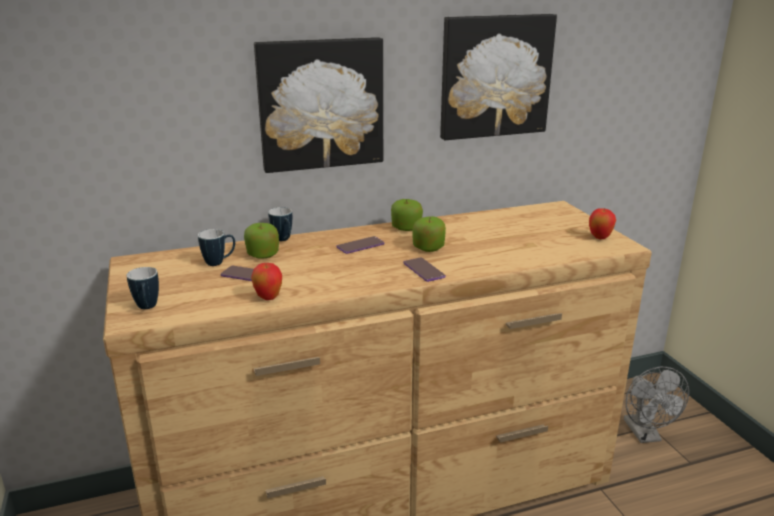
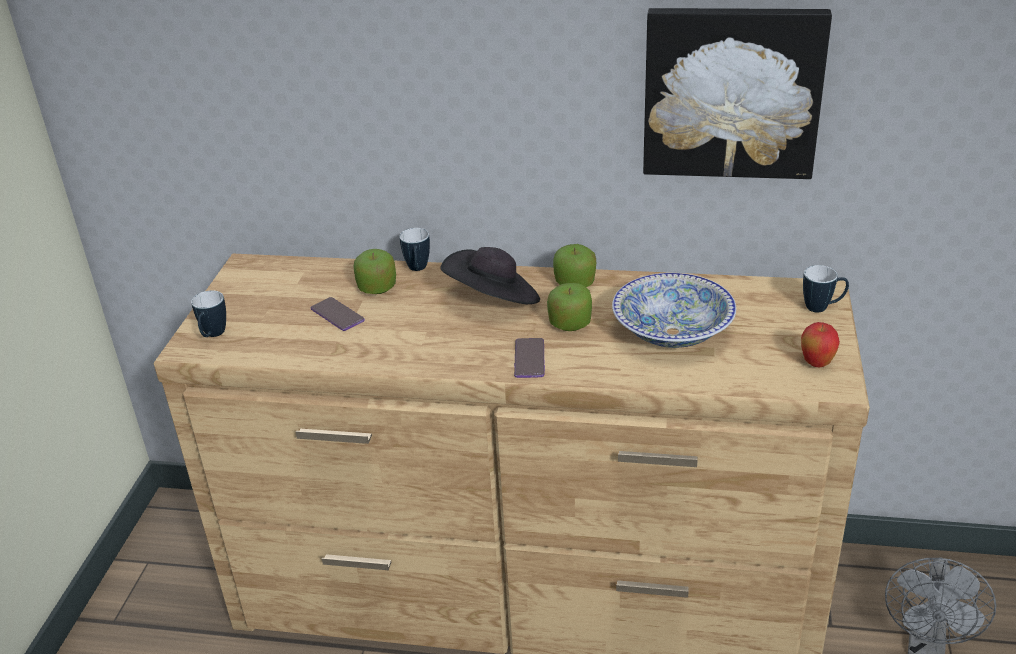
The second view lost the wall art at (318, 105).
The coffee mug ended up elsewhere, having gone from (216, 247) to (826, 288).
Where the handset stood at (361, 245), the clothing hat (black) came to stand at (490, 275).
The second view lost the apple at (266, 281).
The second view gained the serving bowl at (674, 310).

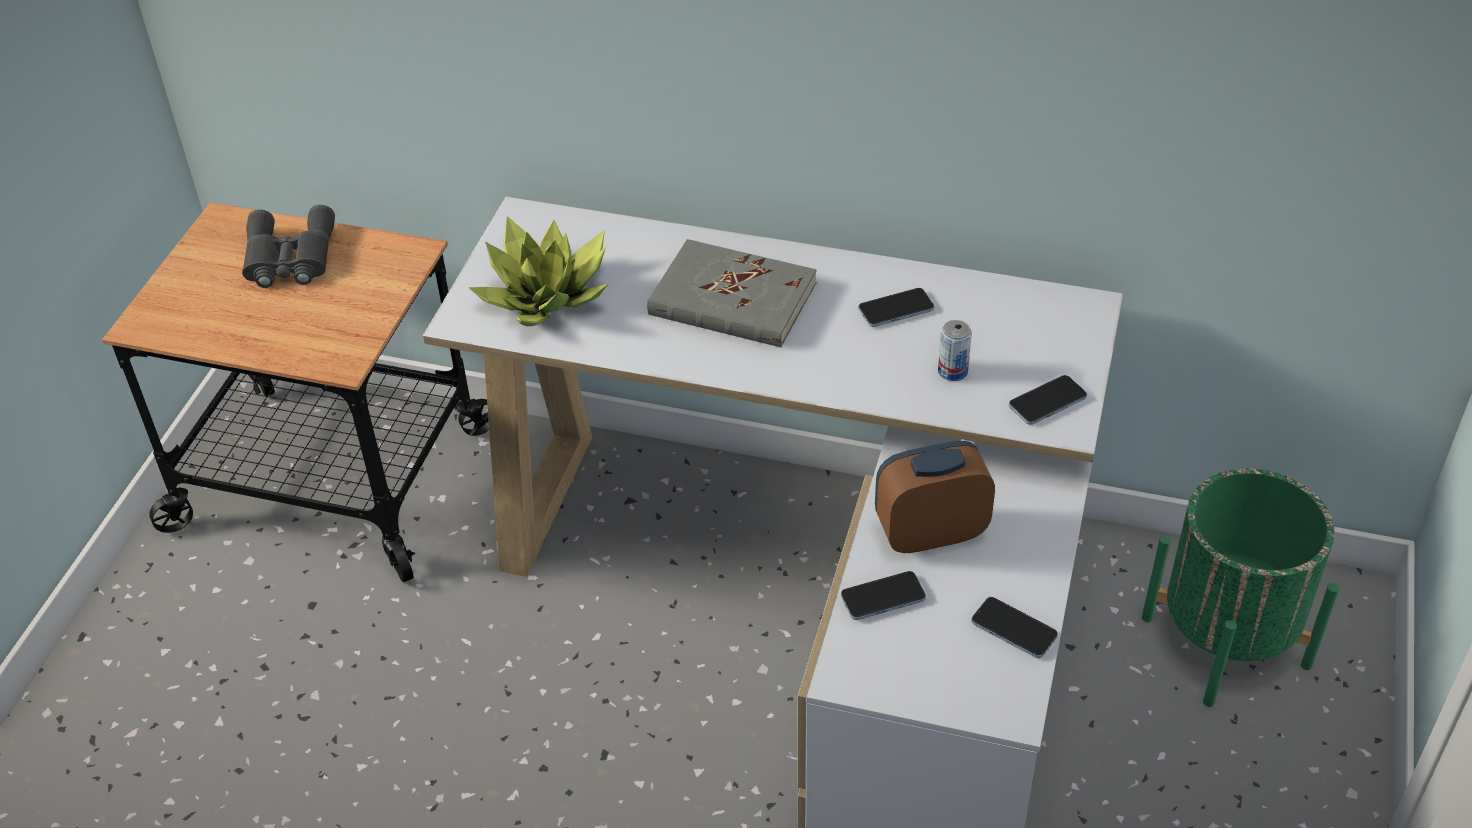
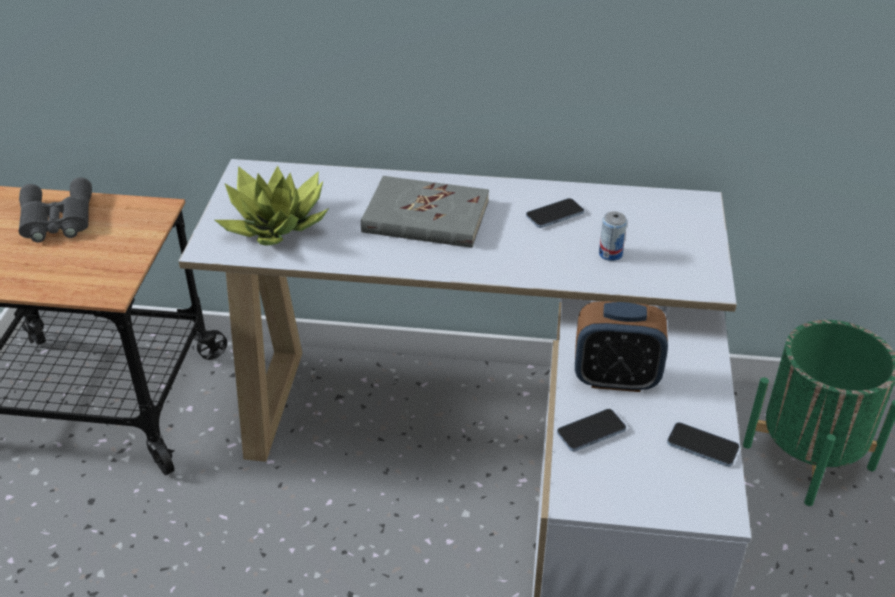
The second view lost the handset at (1048, 400).
The alarm clock at (935, 497) ended up facing another way, 150 degrees counterclockwise from before.

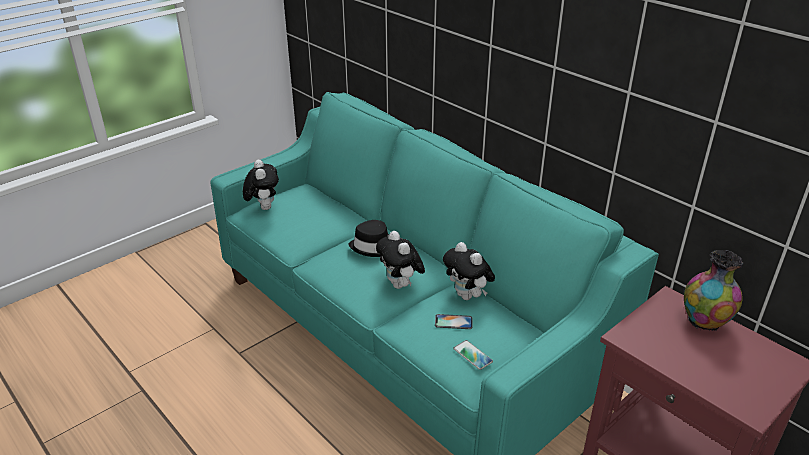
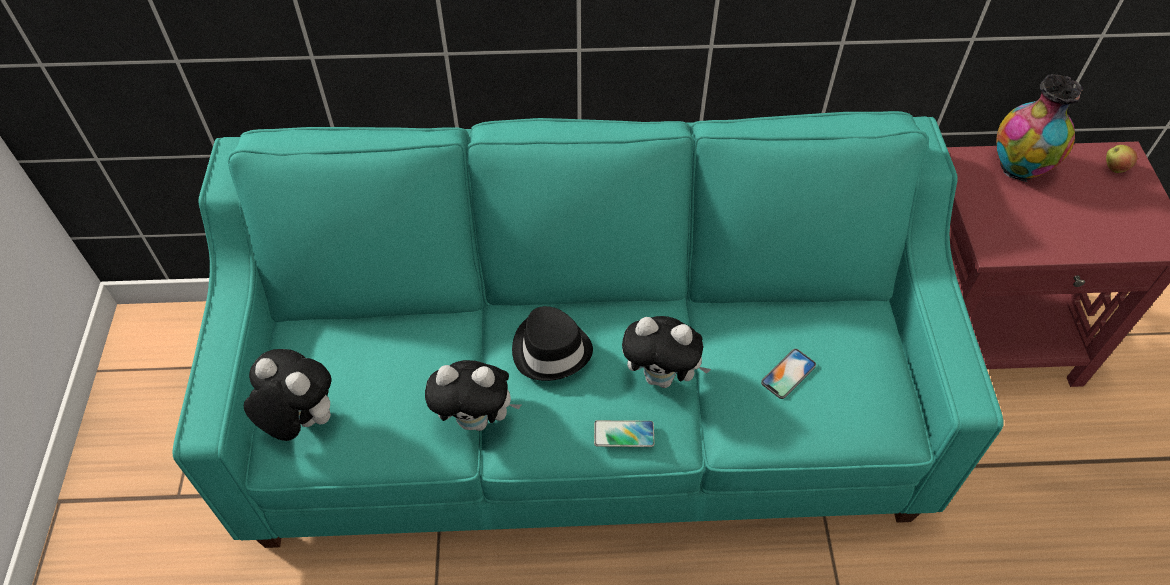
The cuddly toy ended up elsewhere, having gone from (469, 271) to (473, 395).
The handset ended up elsewhere, having gone from (473, 355) to (624, 433).
The second view gained the apple at (1121, 159).

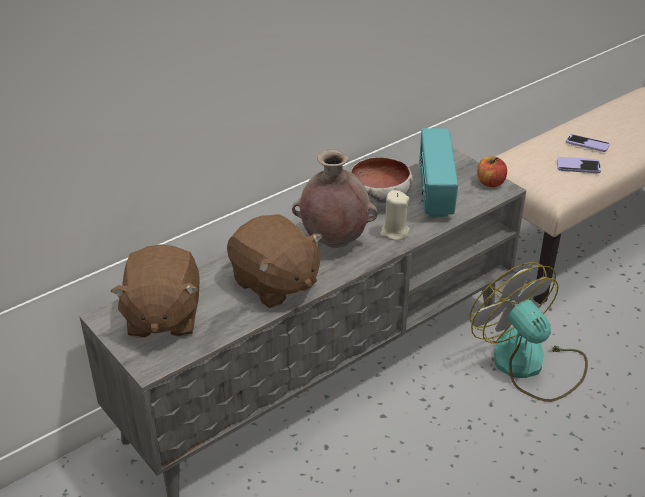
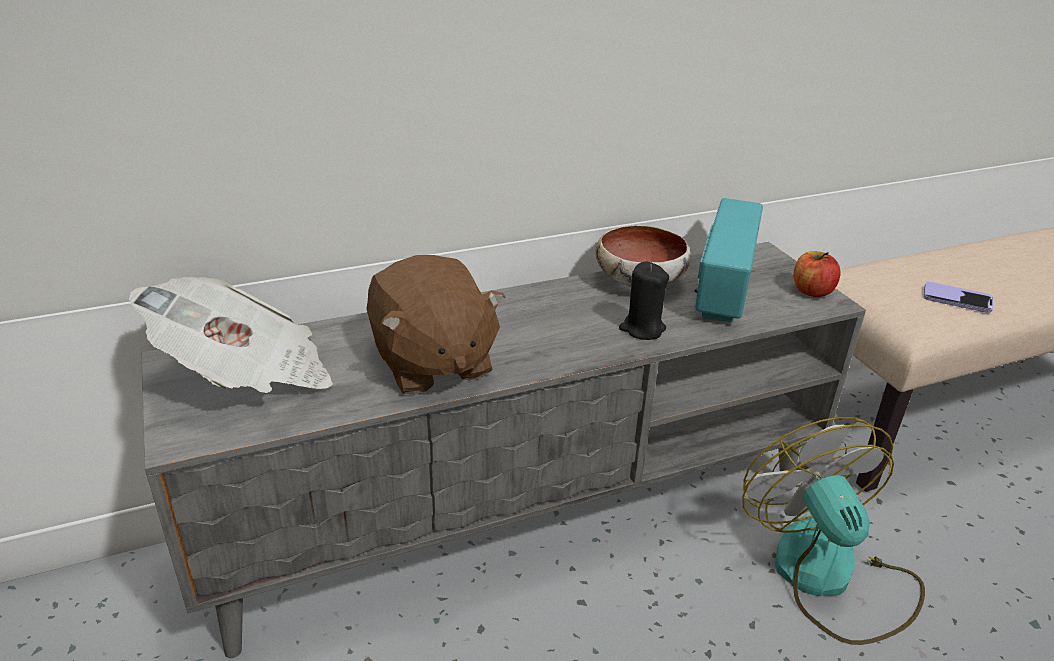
The second view lost the handset at (588, 143).
The second view lost the decorative vase (brown) at (335, 198).
What was the wax light (beige-coloured) at (395, 215) turned into the wax light (black) at (644, 301).
Where the cuddly toy (brown) stood at (155, 291), the daily paper came to stand at (231, 335).

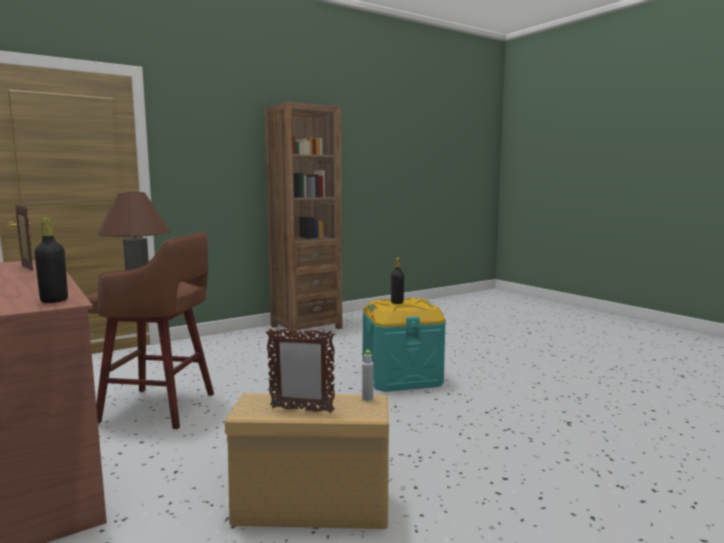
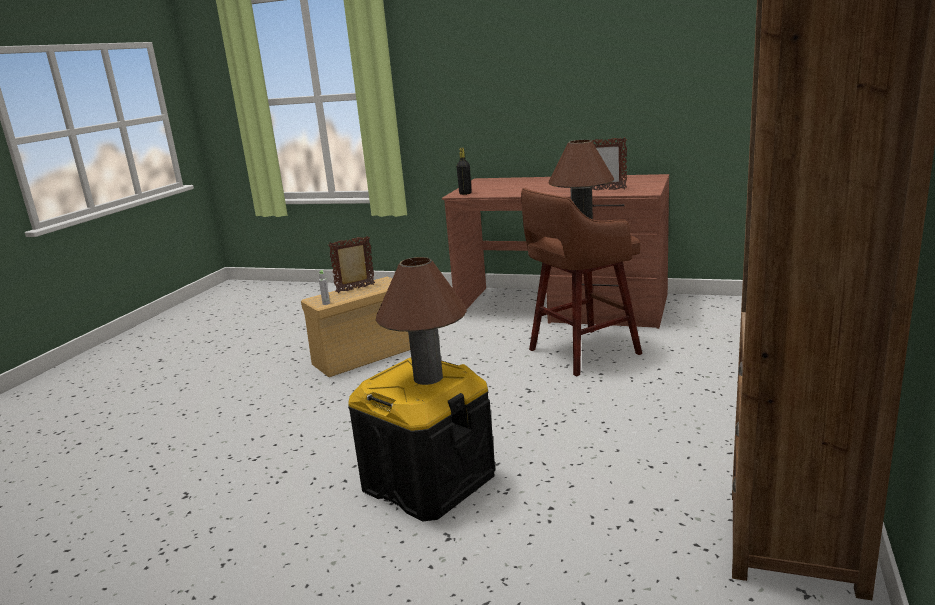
Where the bottle (black) stood at (397, 280), the lamp for a table (brown) came to stand at (421, 321).
What was the storage box (turquoise-coloured) at (404, 345) turned into the storage box (black) at (421, 439).

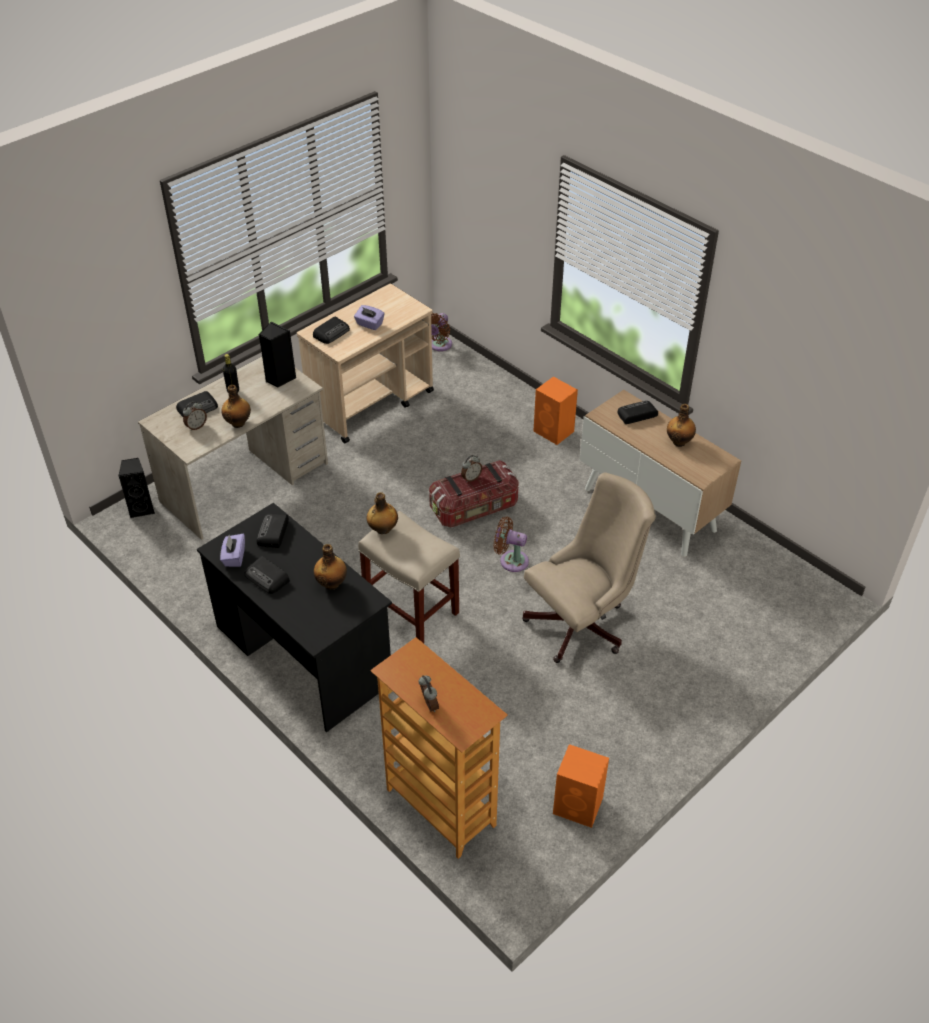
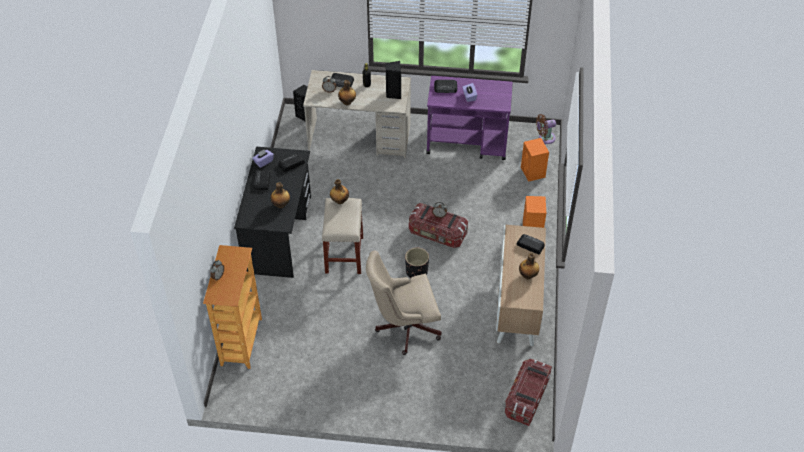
What was the wheeled cart (beige-coloured) at (365, 363) turned into the wheeled cart (purple-coloured) at (469, 118).
The computer chair (beige-coloured) at (589, 568) ended up facing another way, 150 degrees clockwise from before.
Where the fan (brown) stood at (511, 544), the plant pot (black) came to stand at (417, 263).
The loudspeaker (orange-coloured) ended up elsewhere, having gone from (581, 786) to (535, 160).
The second view gained the storage box at (528, 392).

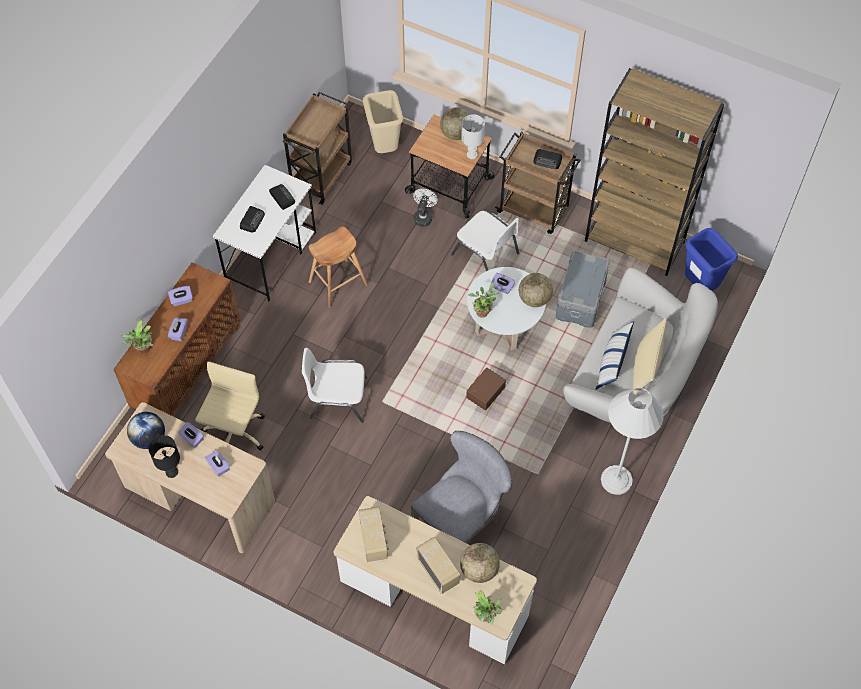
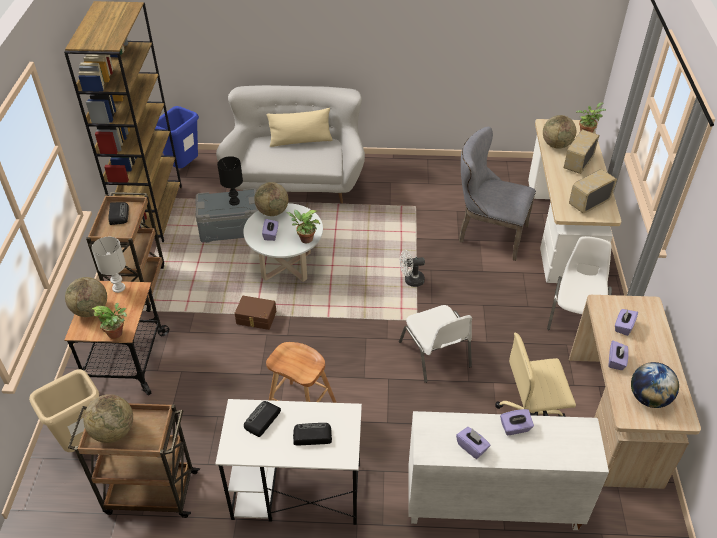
The fan (whitish) ended up elsewhere, having gone from (425, 208) to (412, 268).
The chair (whitish) ended up elsewhere, having gone from (485, 241) to (579, 283).
What was the cabinet (brown) at (176, 339) turned into the cabinet (whitish) at (508, 470).
The houseplant ended up elsewhere, having gone from (137, 336) to (109, 321).
The second view lost the cushion at (615, 355).
The storage box (brown) ended up elsewhere, having gone from (486, 389) to (255, 313).
The second view lost the standing lamp (whitish) at (632, 441).
The lamp for a table (black) ended up elsewhere, having gone from (164, 456) to (230, 181).
The second view gained the world globe at (108, 418).

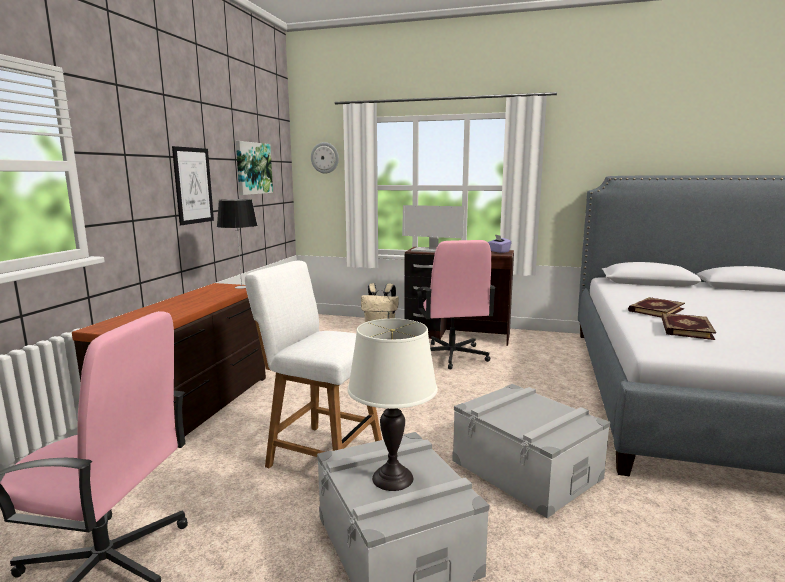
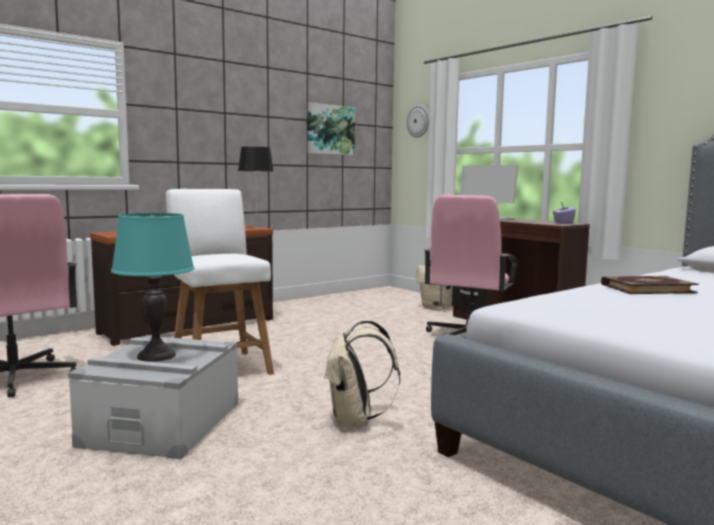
The second view lost the wall art at (193, 185).
The second view lost the book at (688, 326).
What was the lamp for a table (whitish) at (392, 405) turned into the lamp for a table (turquoise-coloured) at (153, 287).
Where the storage box (gray) stood at (531, 451), the rucksack (beige-coloured) came to stand at (362, 373).

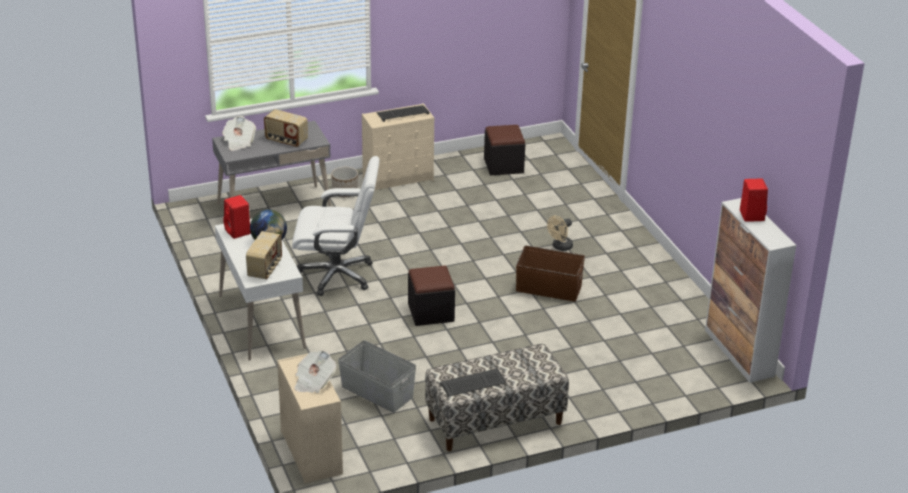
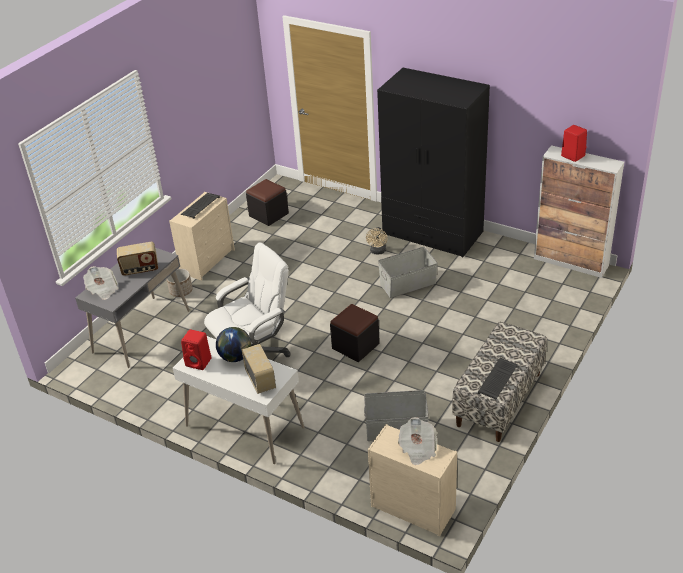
What was the storage box (brown) at (550, 273) turned into the storage box (gray) at (408, 272).
The second view gained the armoire (black) at (433, 162).

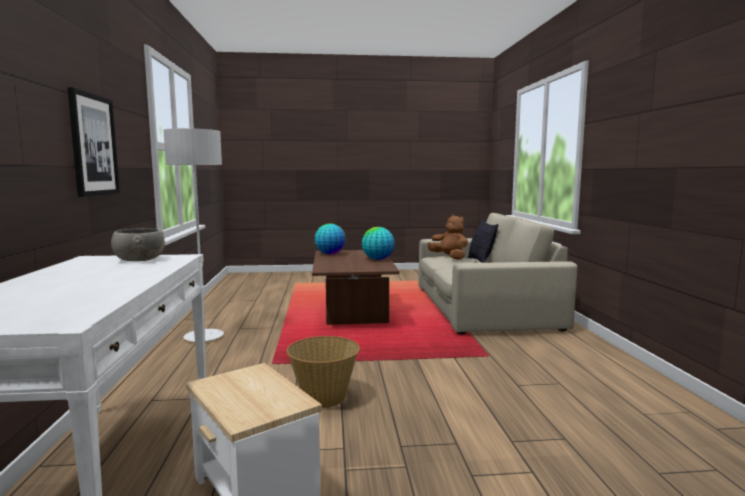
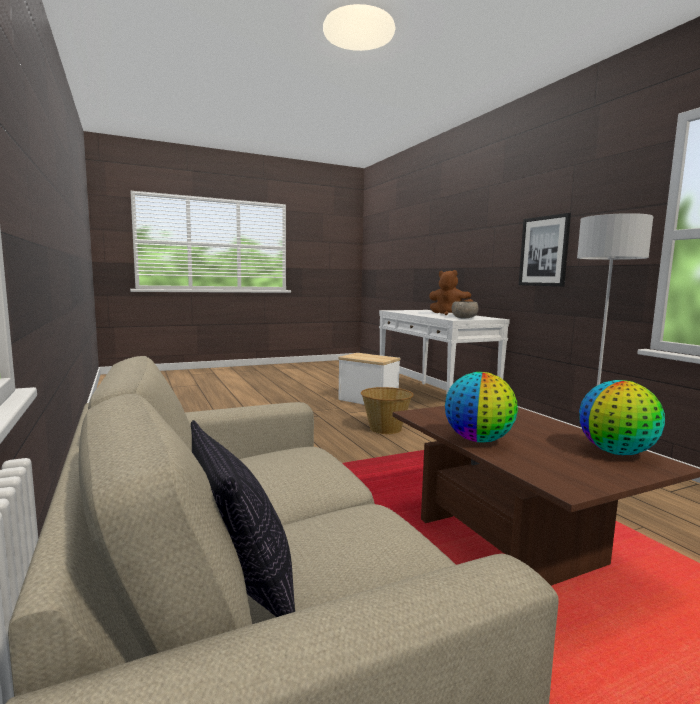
The cuddly toy (brown) ended up elsewhere, having gone from (448, 237) to (451, 292).

